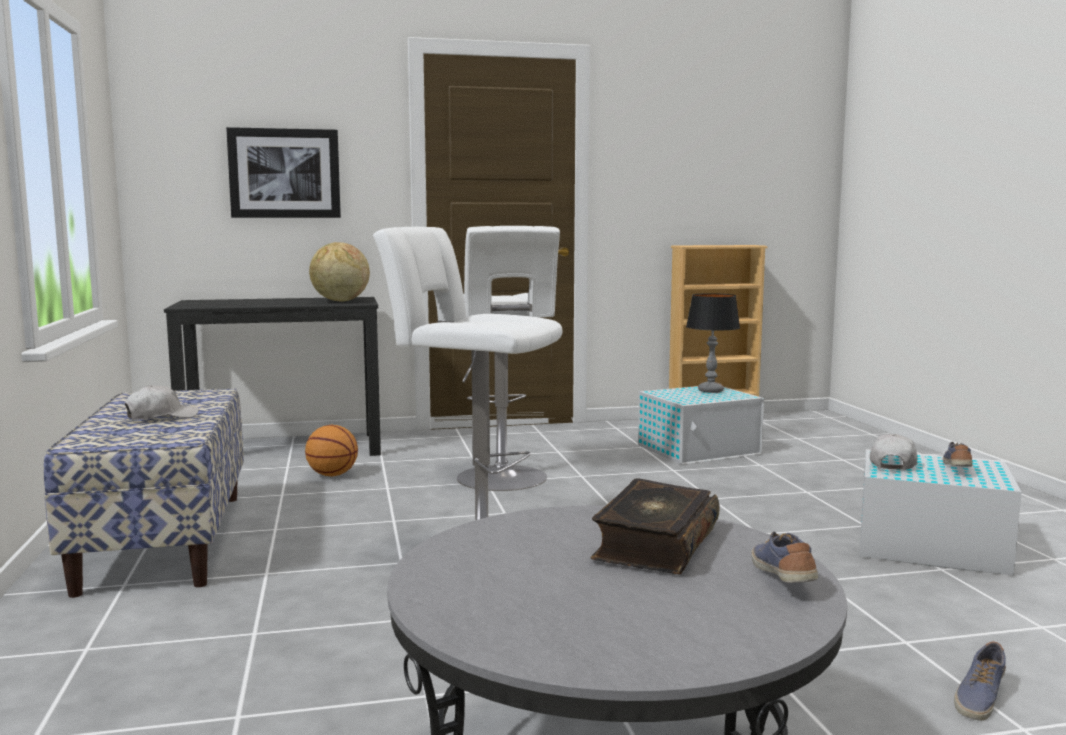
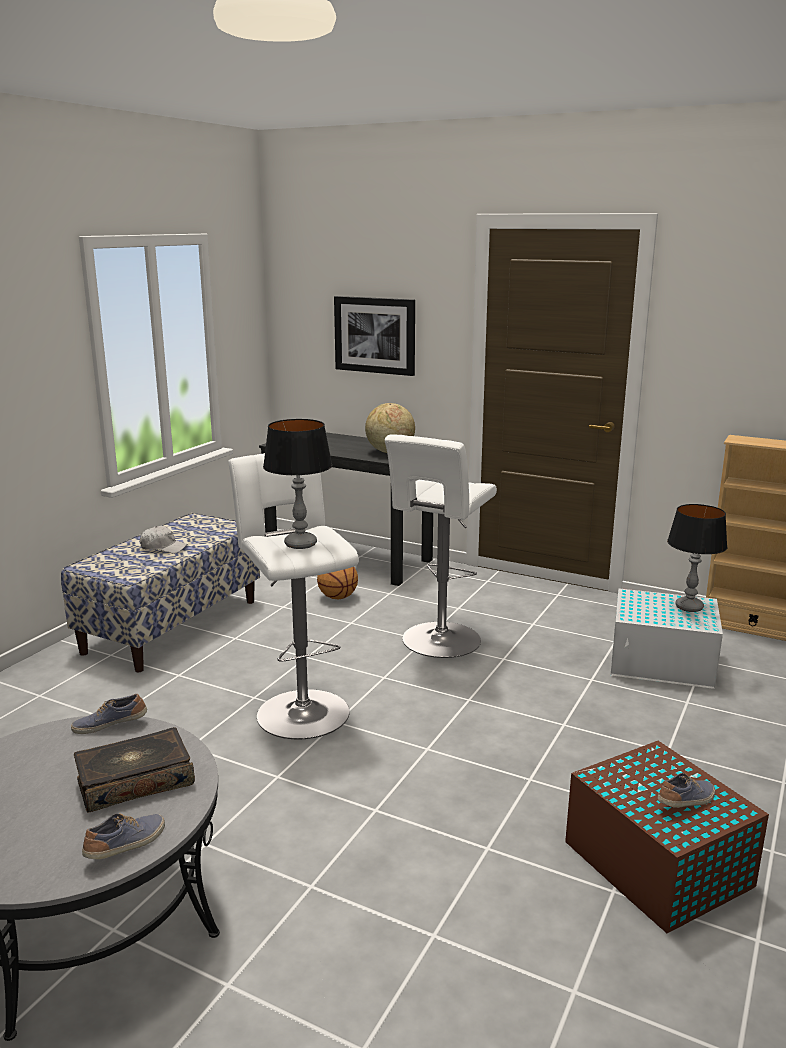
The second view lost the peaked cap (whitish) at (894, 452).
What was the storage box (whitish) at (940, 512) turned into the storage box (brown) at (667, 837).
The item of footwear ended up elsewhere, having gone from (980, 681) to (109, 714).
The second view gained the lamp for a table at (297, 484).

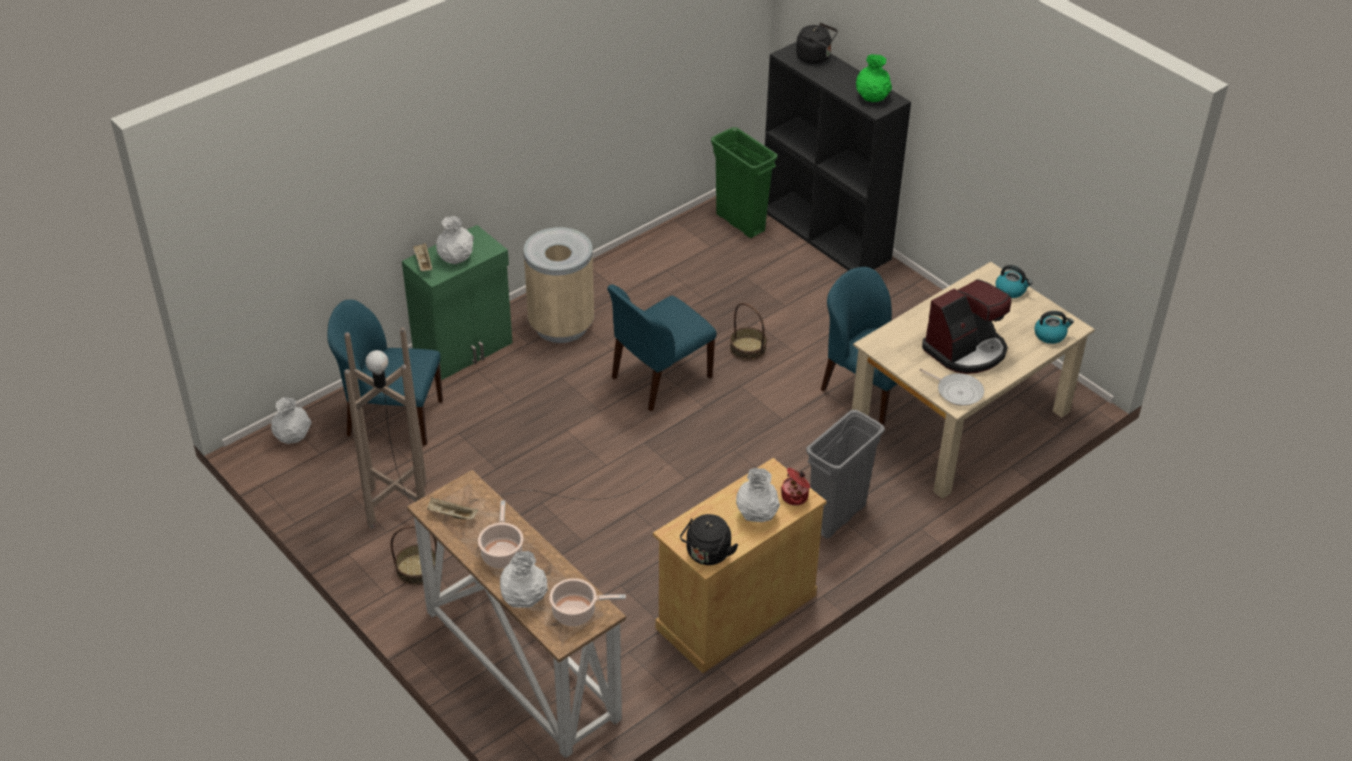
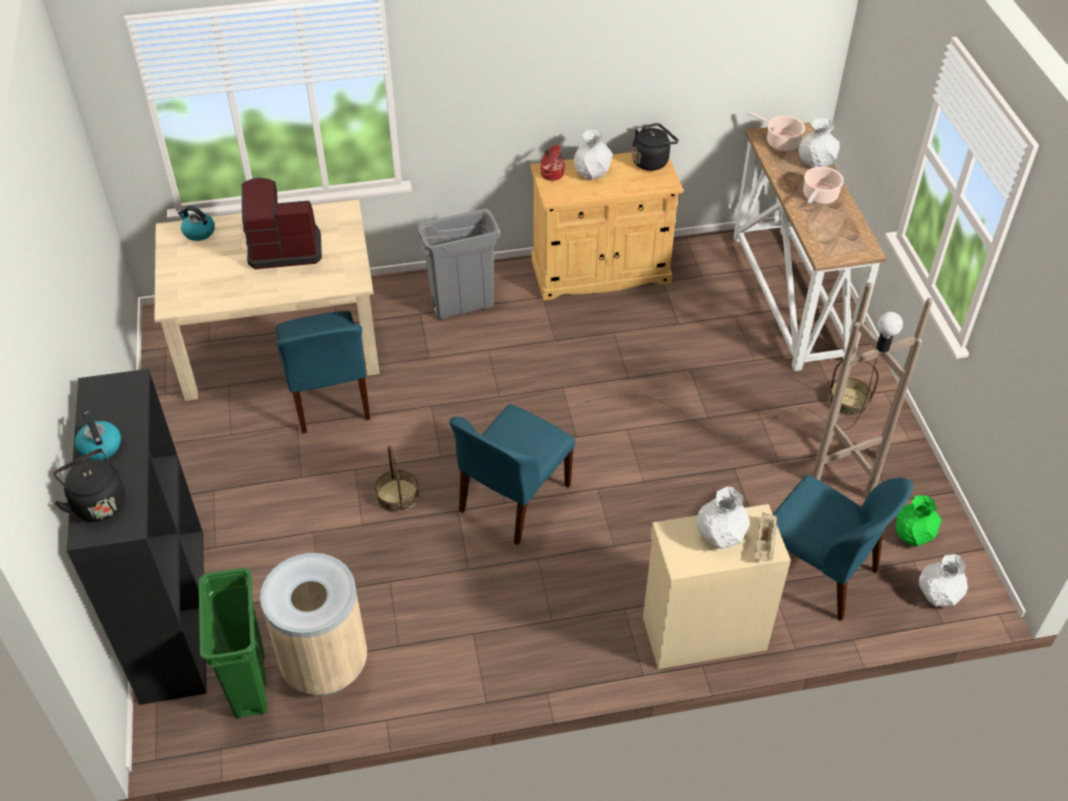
The decorative vase (green-coloured) ended up elsewhere, having gone from (874, 78) to (919, 520).
What was the cabinet (green-coloured) at (457, 302) turned into the cabinet (beige-coloured) at (717, 586).
The waste bin (beige-coloured) ended up elsewhere, having gone from (558, 285) to (313, 624).
The water kettle ended up elsewhere, having gone from (1014, 281) to (98, 435).
The chair (bluish) at (662, 347) ended up facing another way, 135 degrees clockwise from before.
The second view lost the pan at (951, 387).
The second view lost the tray (beige-coloured) at (452, 508).

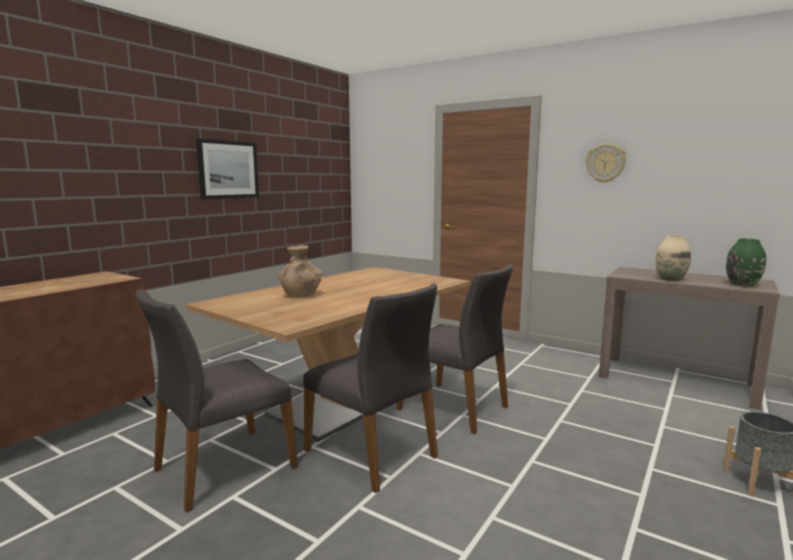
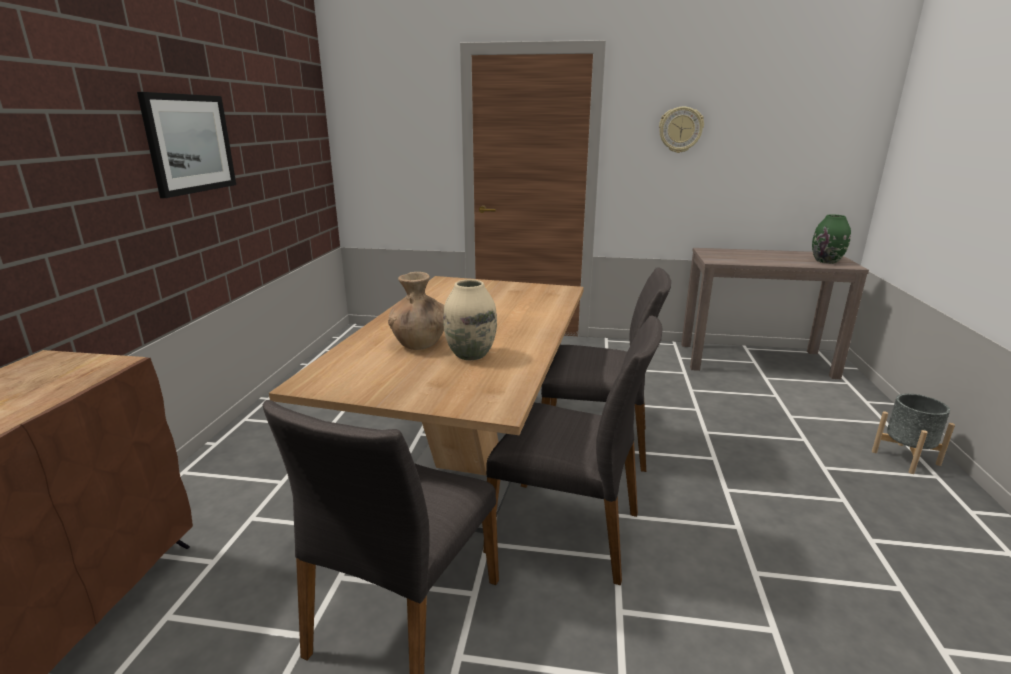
The decorative vase (beige-coloured) ended up elsewhere, having gone from (673, 258) to (470, 319).

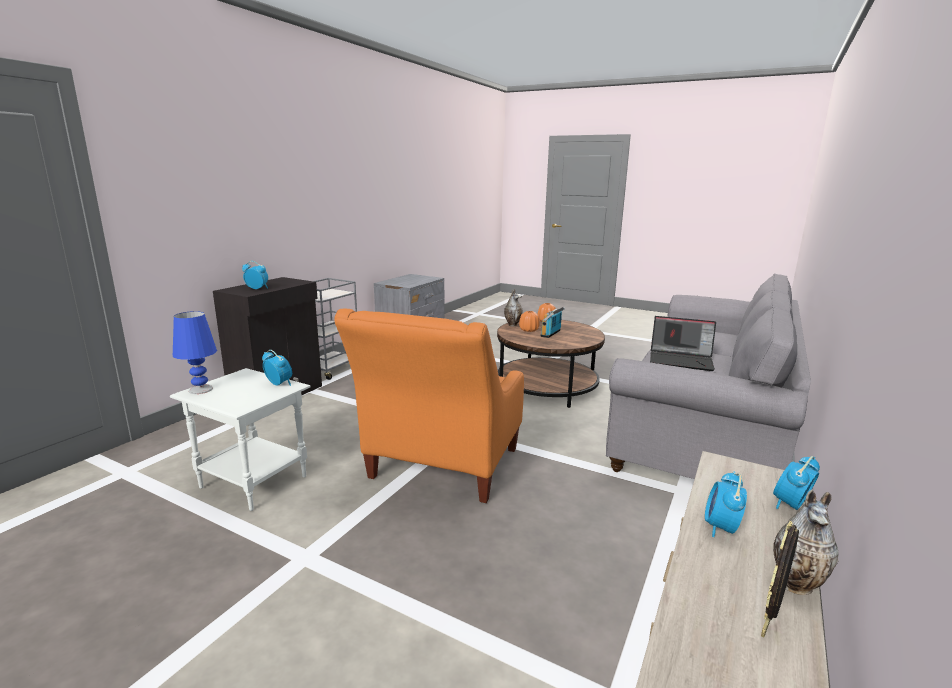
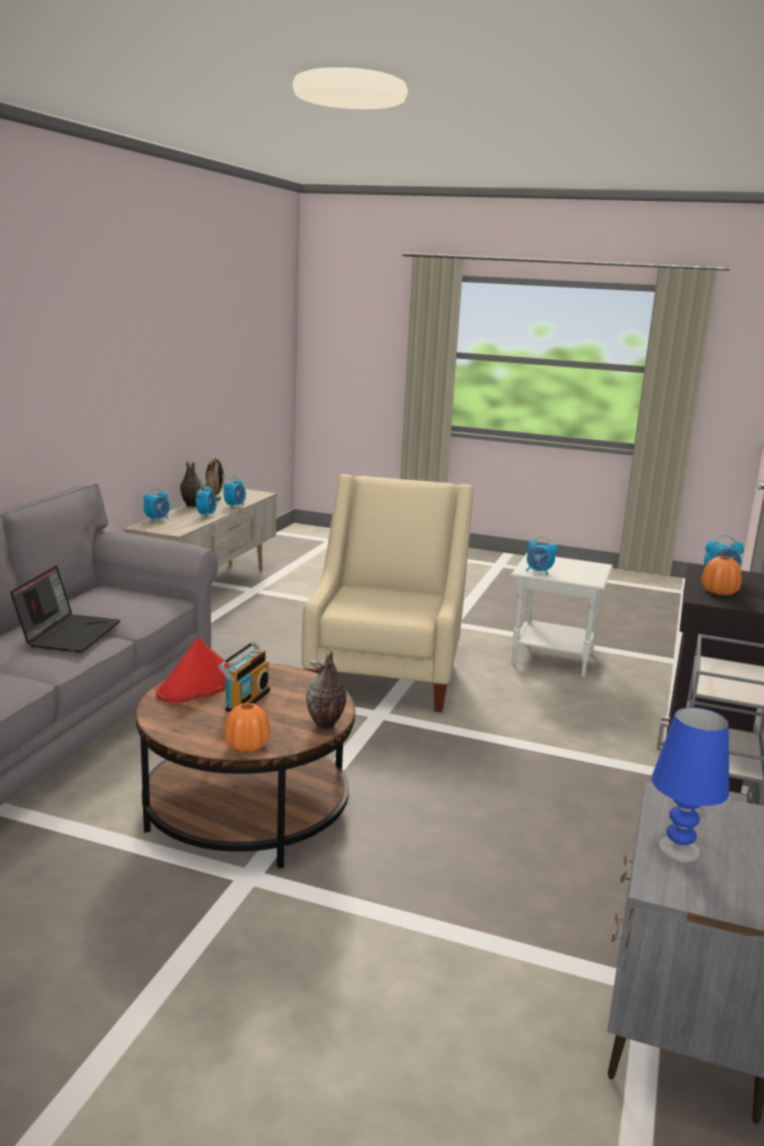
What was the easy chair (orange-coloured) at (429, 406) turned into the easy chair (beige-coloured) at (387, 593).
The lamp for a table (bluish) ended up elsewhere, having gone from (195, 352) to (690, 784).
The decorative vase (orange-coloured) ended up elsewhere, having gone from (529, 321) to (721, 575).
The laptop at (683, 343) ended up facing another way, 90 degrees clockwise from before.
The second view gained the alarm clock at (235, 492).
The second view gained the clothing hat (reddish) at (193, 670).

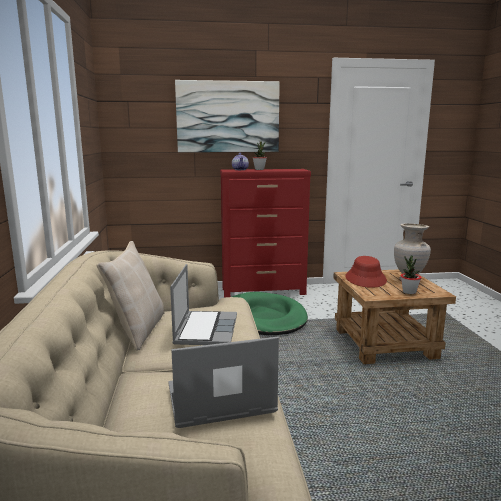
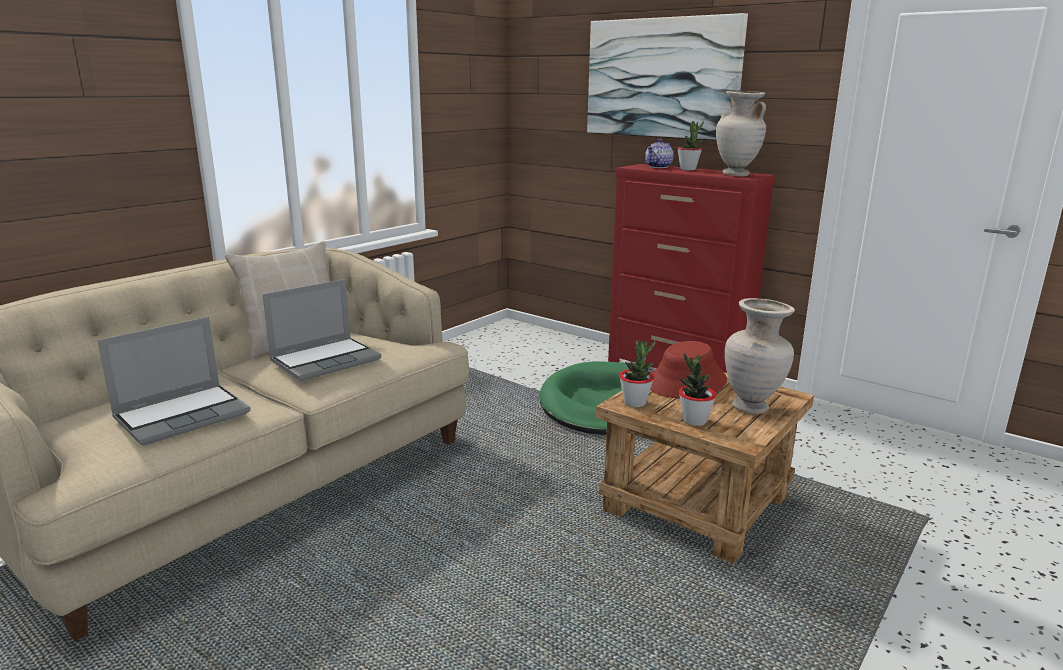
The laptop at (223, 382) ended up facing another way, 105 degrees clockwise from before.
The second view gained the decorative vase (beige-coloured) at (741, 133).
The second view gained the houseplant at (637, 373).

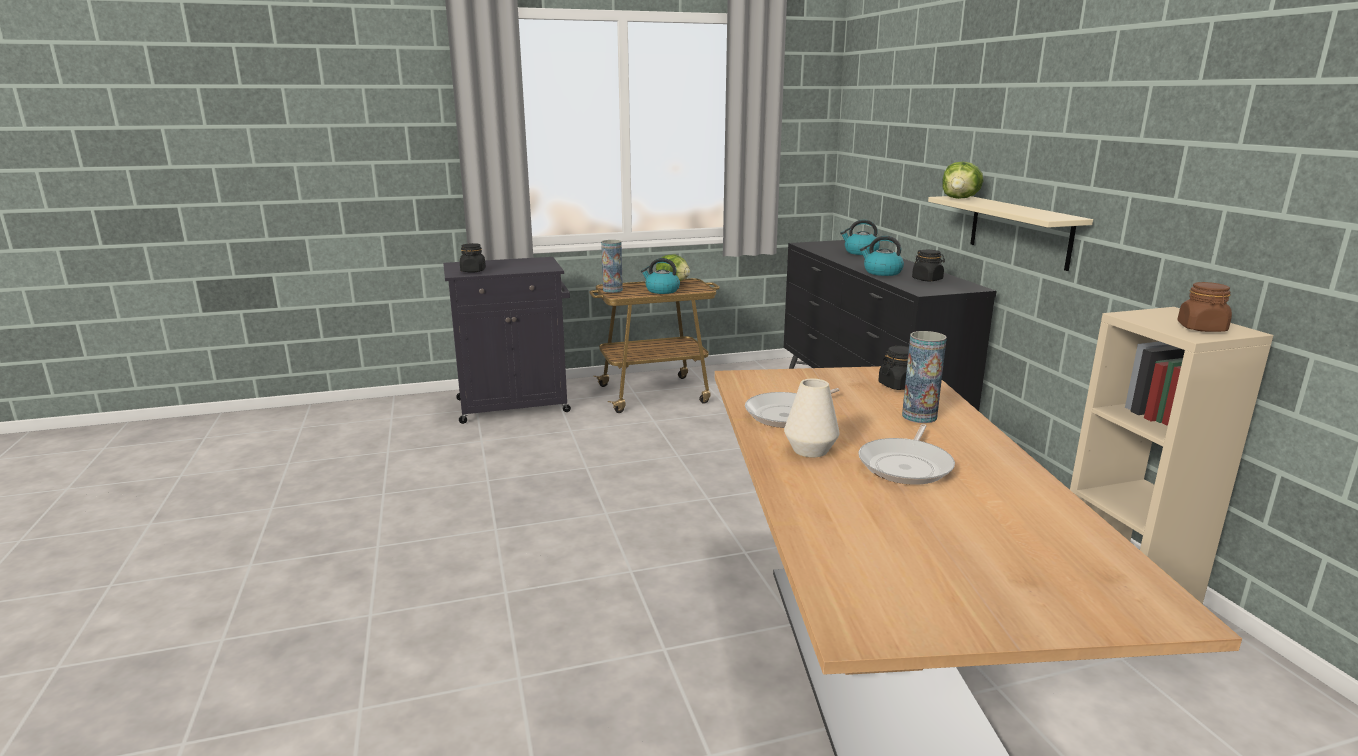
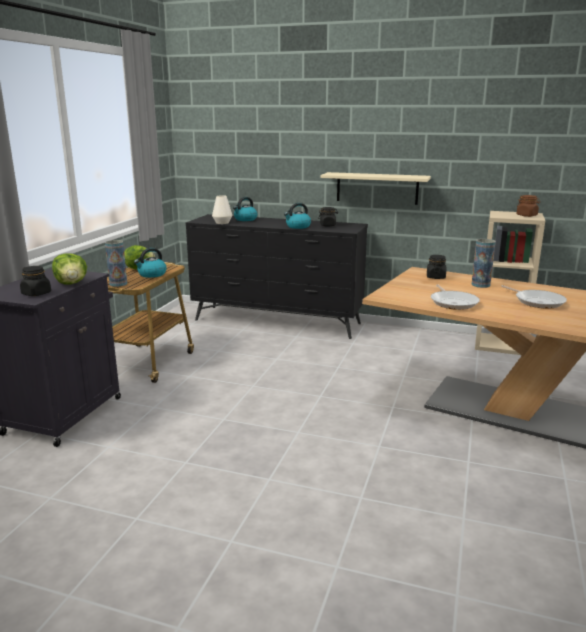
The lettuce ended up elsewhere, having gone from (963, 180) to (69, 268).
The decorative vase (whitish) ended up elsewhere, having gone from (812, 418) to (222, 209).

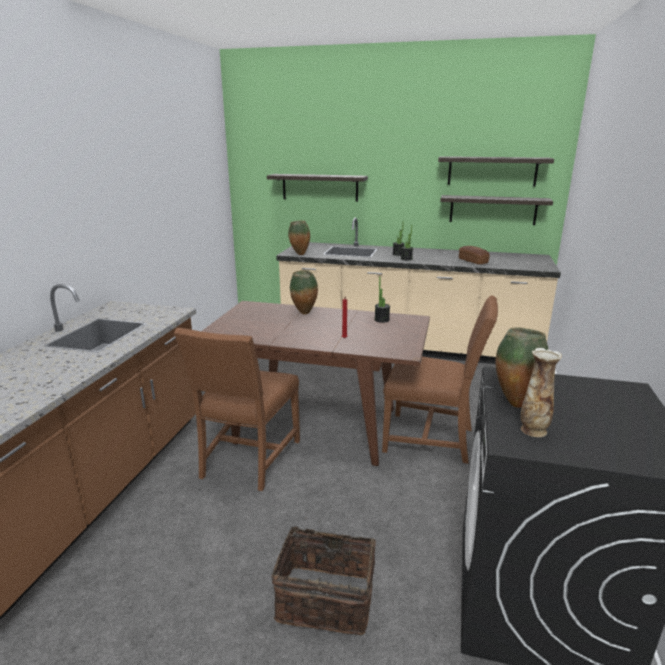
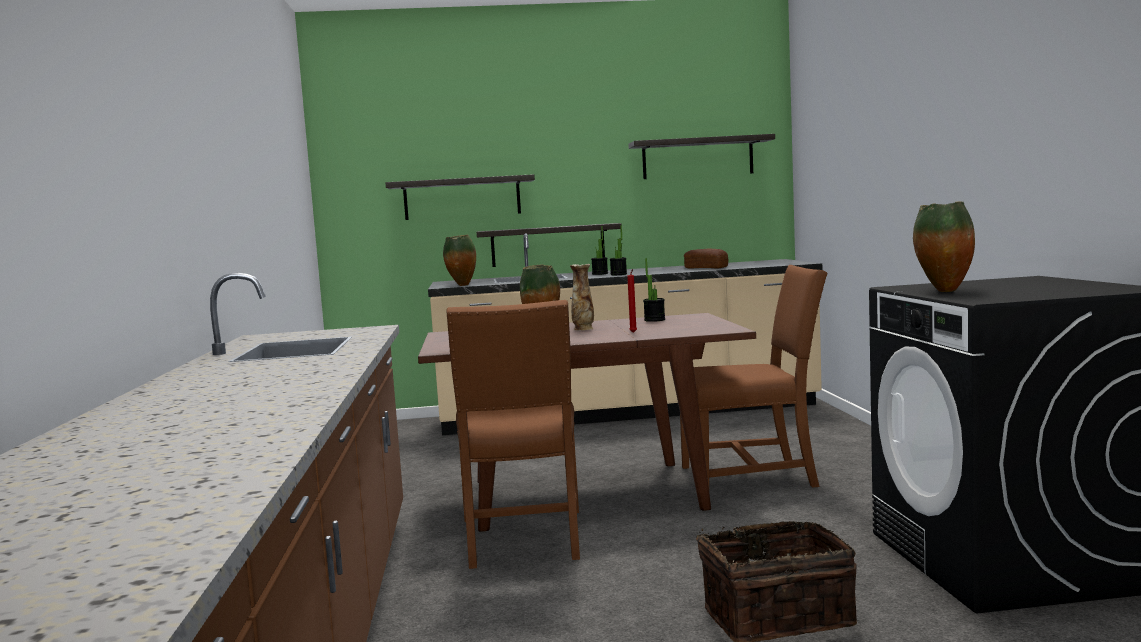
The bracket shelf ended up elsewhere, having gone from (496, 210) to (548, 245).
The decorative vase ended up elsewhere, having gone from (541, 392) to (582, 297).

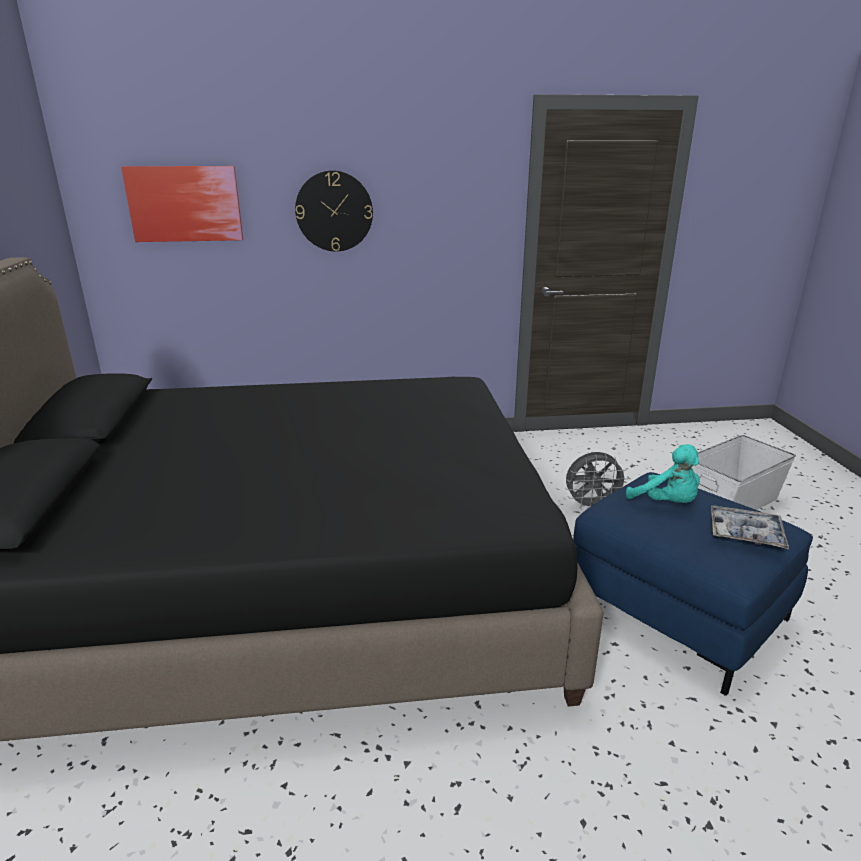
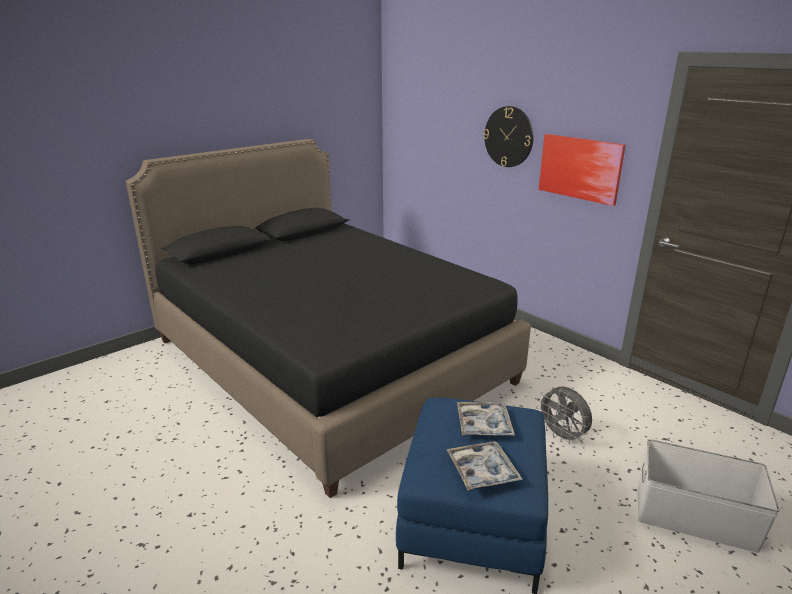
The wall art ended up elsewhere, having gone from (182, 204) to (582, 170).
Where the cuddly toy (turquoise-coloured) stood at (663, 473), the tray came to stand at (486, 419).

